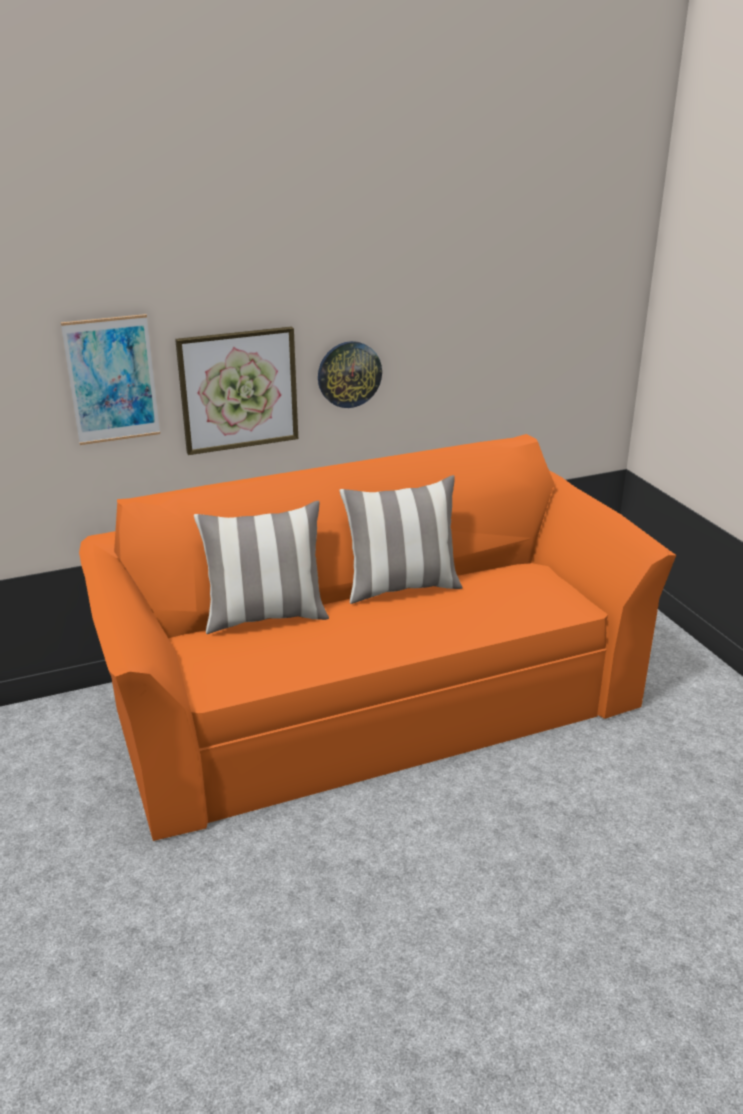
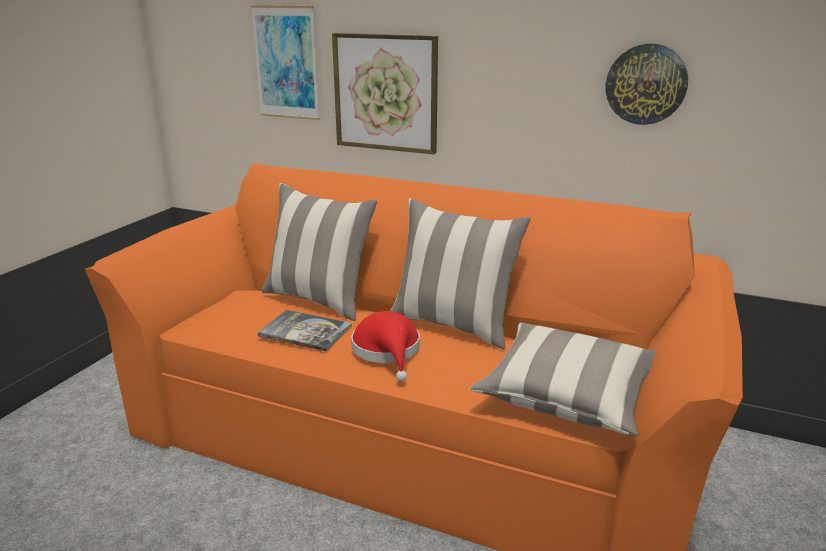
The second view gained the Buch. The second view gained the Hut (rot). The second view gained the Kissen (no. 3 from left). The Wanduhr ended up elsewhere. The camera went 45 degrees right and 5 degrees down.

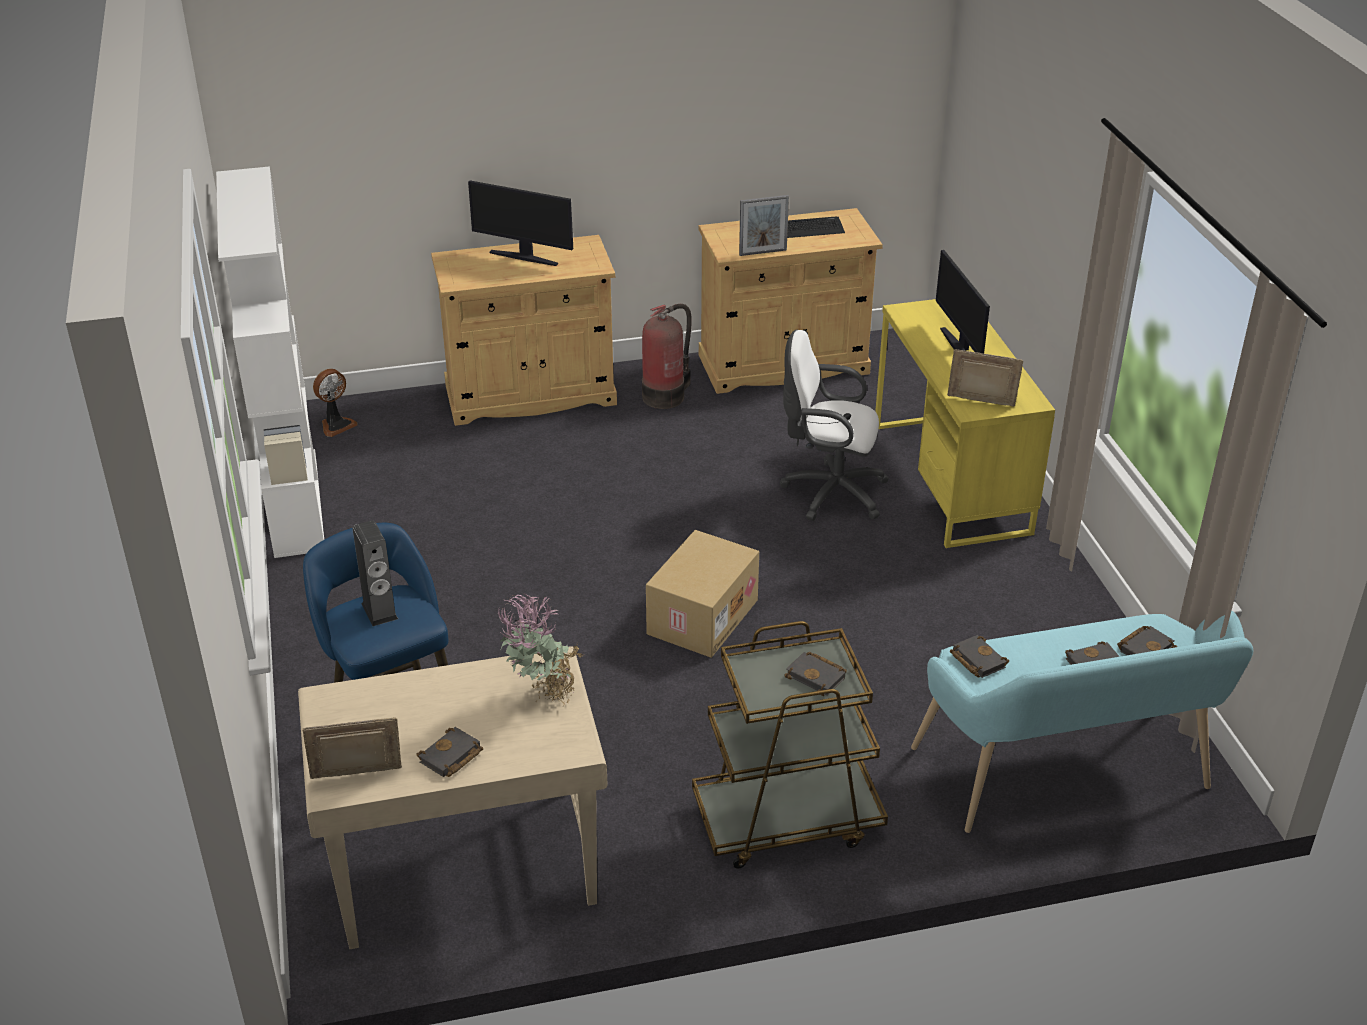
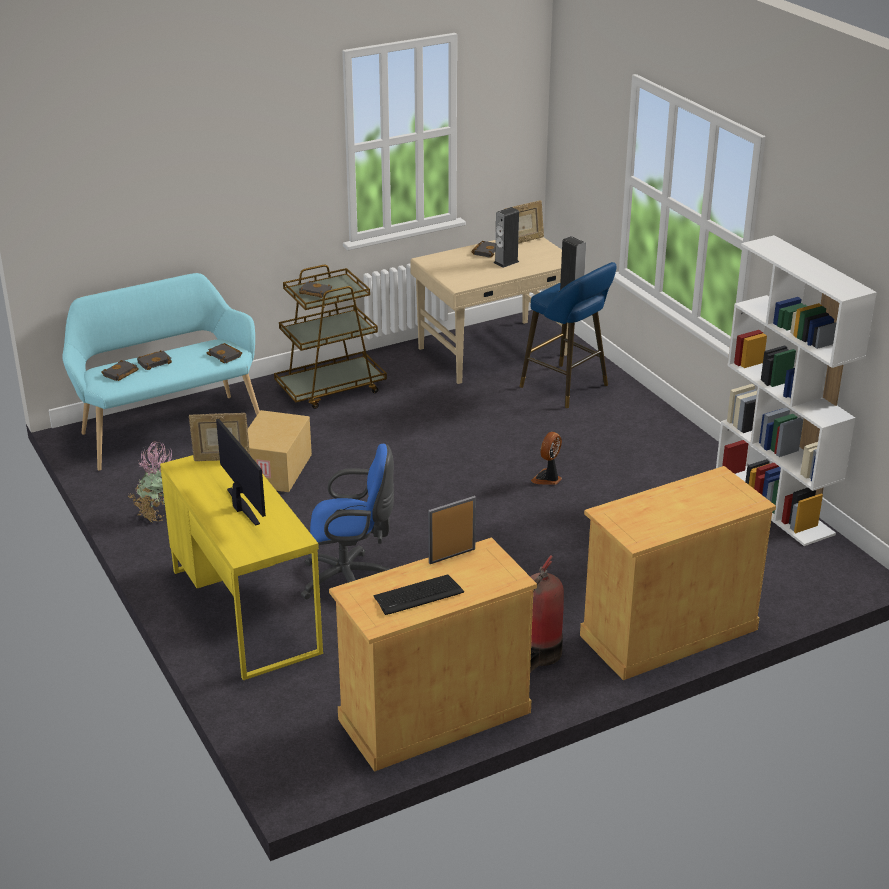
The second view lost the Monitor (no. 1 from left). The second view gained the Lautsprecher (no. 1 from left). The Ventilator ended up elsewhere. The Topfpflanze ended up elsewhere. The Karton ended up elsewhere. What was the Bürostuhl (weiß) turned into the Bürostuhl (blau). The camera went 165 degrees right and 5 degrees down.

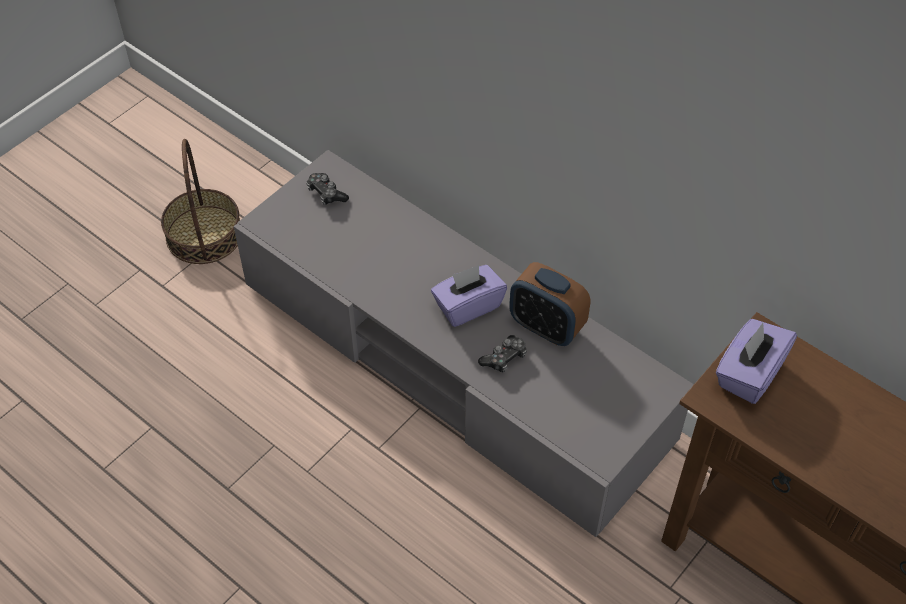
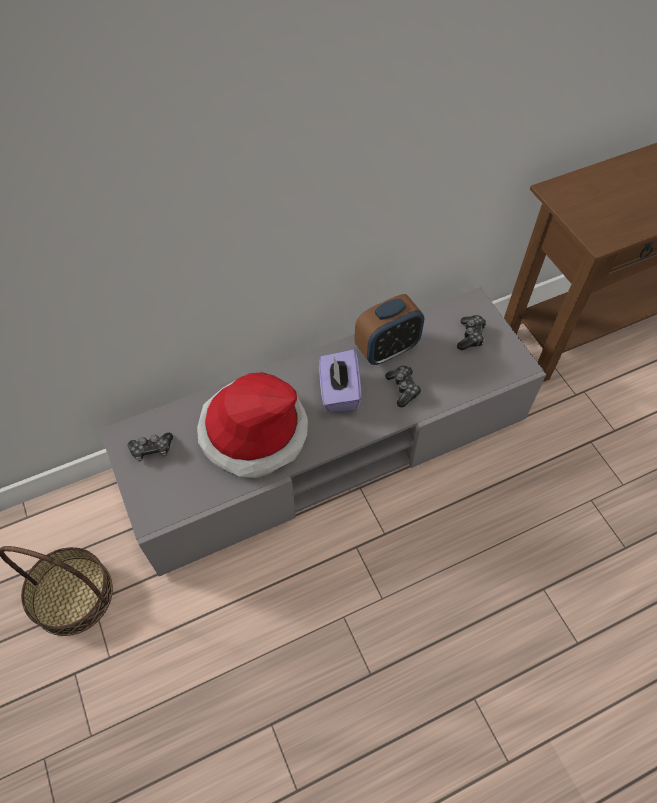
The second view lost the Taschentuchbox (lila) (no. 2 from left). The second view gained the Hut. The second view gained the Gamepad (no. 3 from left). The camera went 65 degrees left and 5 degrees up.

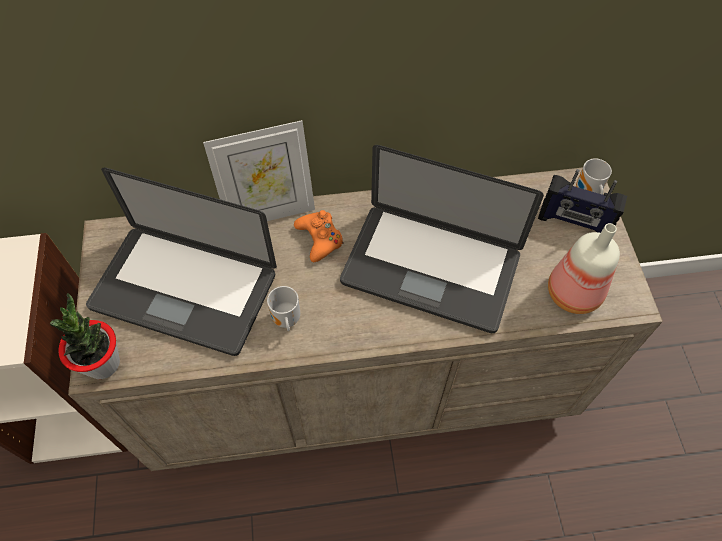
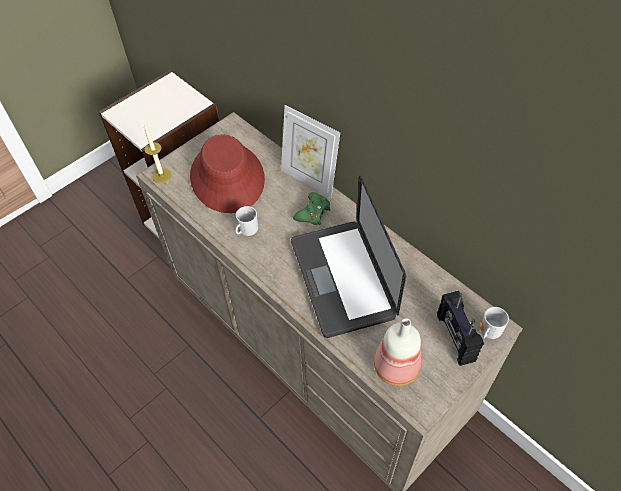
Where the Topfpflanze stood, the Kerze came to stand. Where the Laptop (no. 1 from left) stood, the Hut (rot) came to stand. What was the Gamepad (orange) turned into the Gamepad (grün). The camera went 55 degrees right and 5 degrees down.

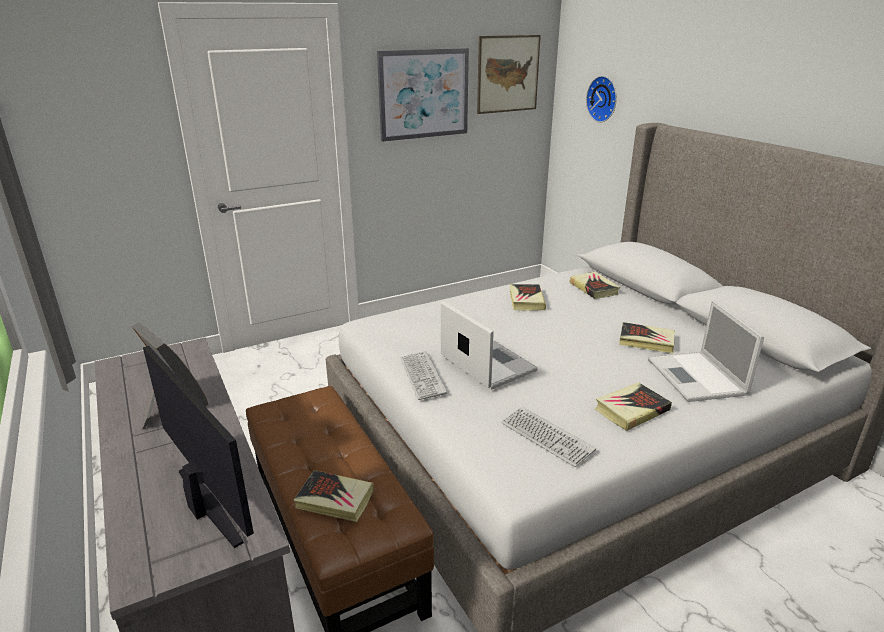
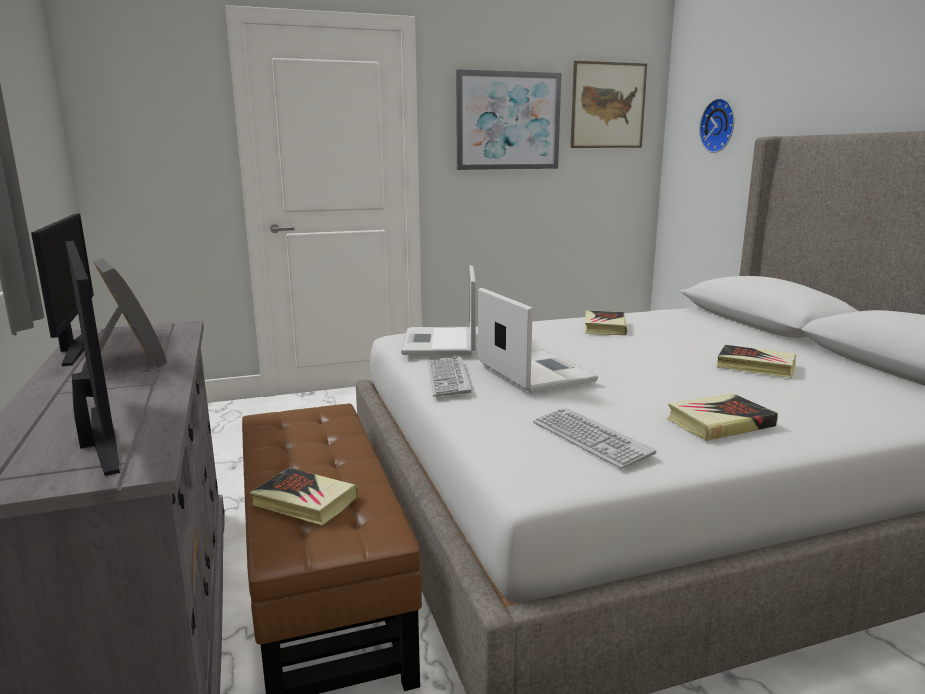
The second view lost the Buch (no. 3 from left). The second view gained the Monitor (no. 1 from left). The Laptop (no. 2 from left in the first image) ended up elsewhere. The camera went 10 degrees right and 10 degrees down.

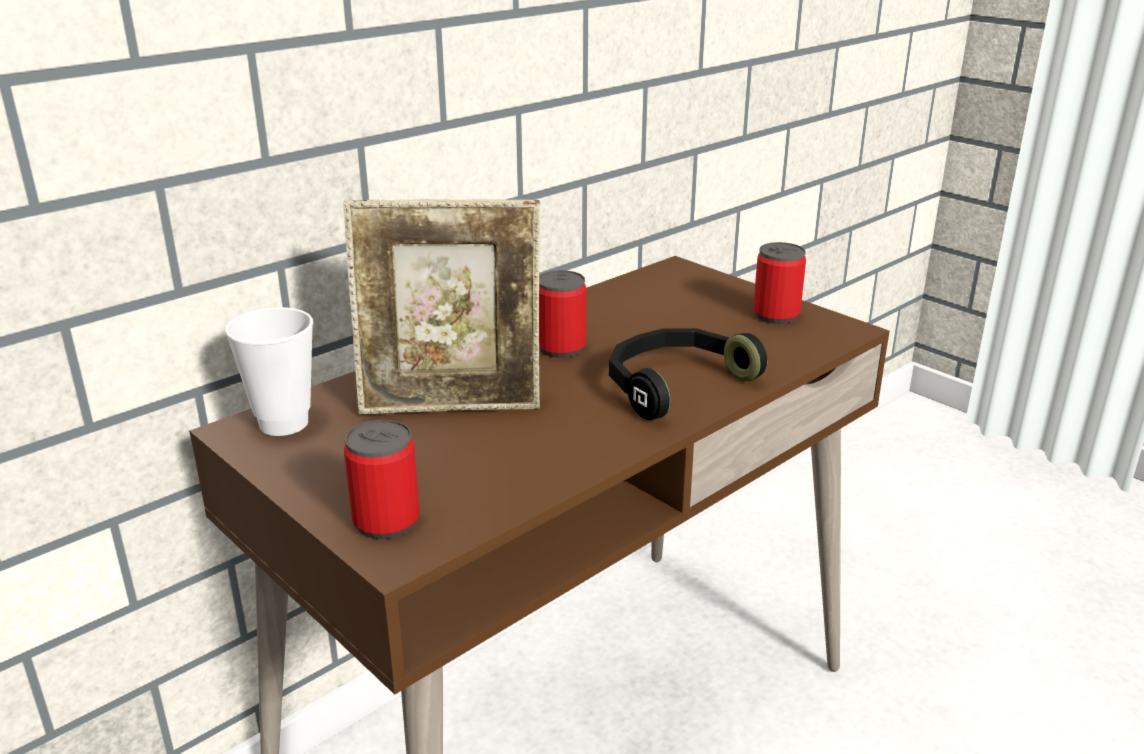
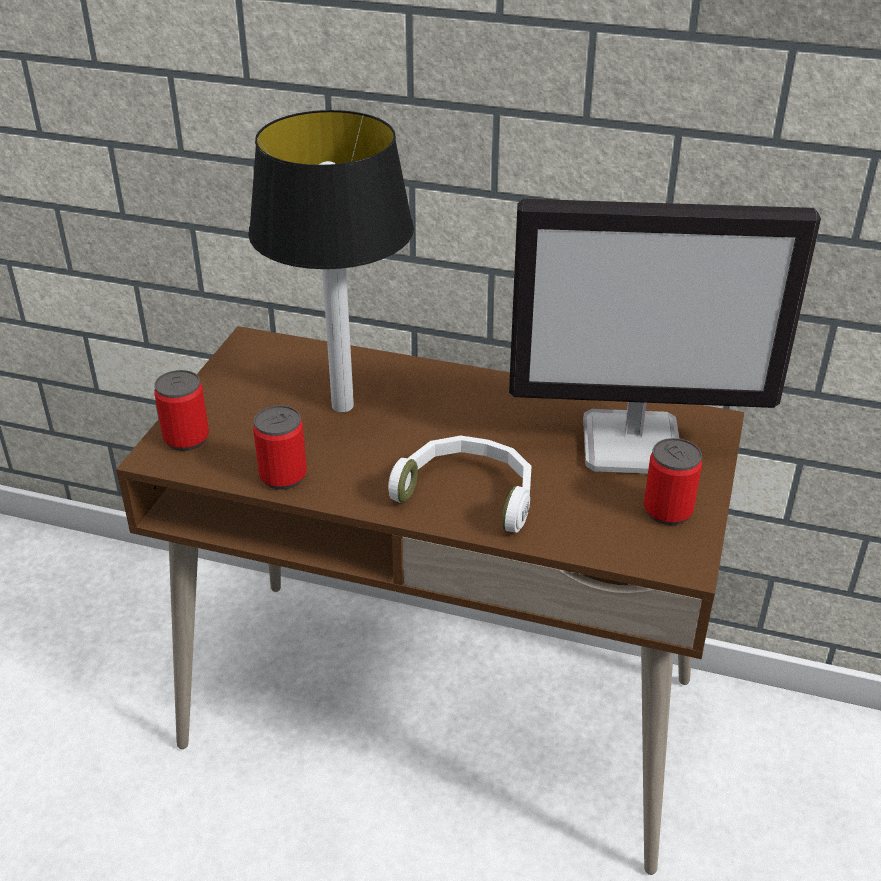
The second view lost the Tasse. The second view gained the Monitor. The Dose (no. 2 from left) ended up elsewhere. Where the Bilderrahmen stood, the Tischlampe came to stand. What was the Kopfhörer (schwarz) turned into the Kopfhörer (weiß). The camera went 60 degrees right and 10 degrees up.

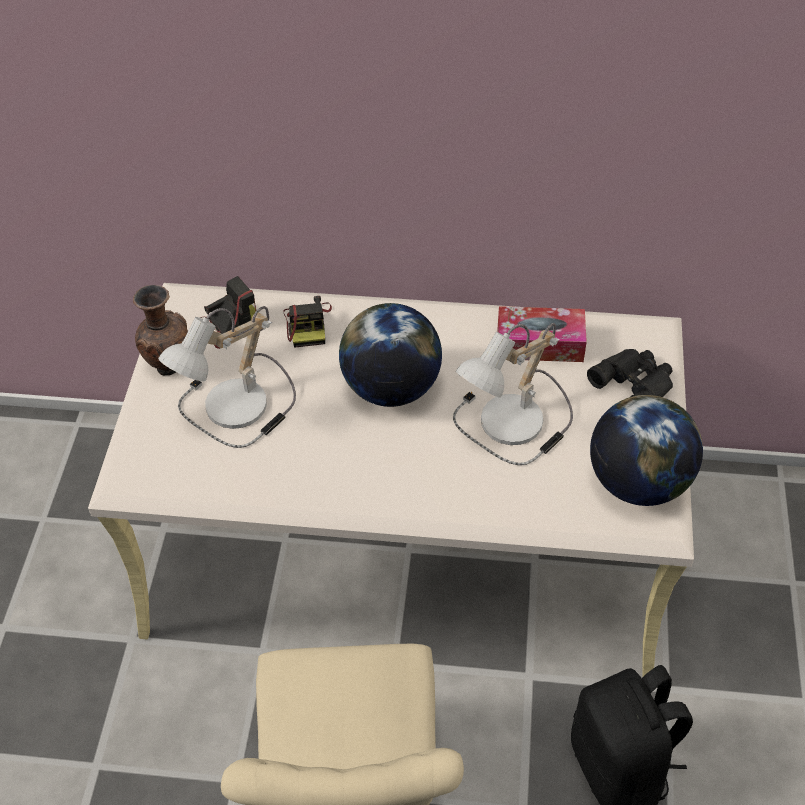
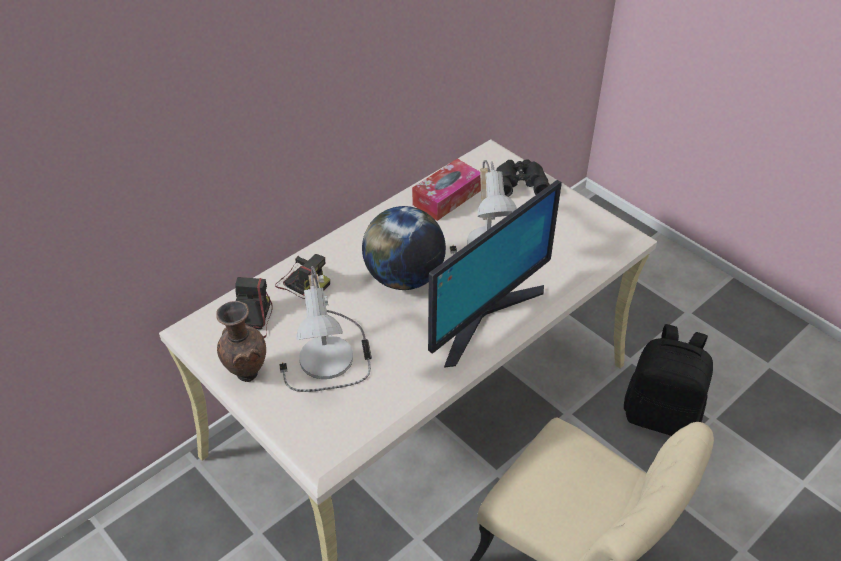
The second view lost the Globus (no. 2 from left). The second view gained the Monitor. The camera went 50 degrees left and 5 degrees down.

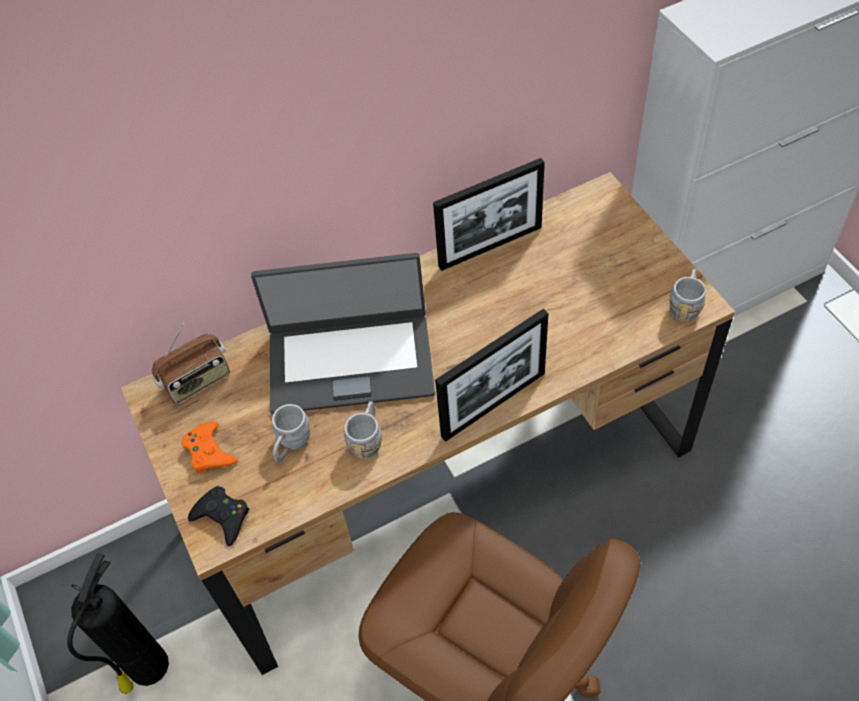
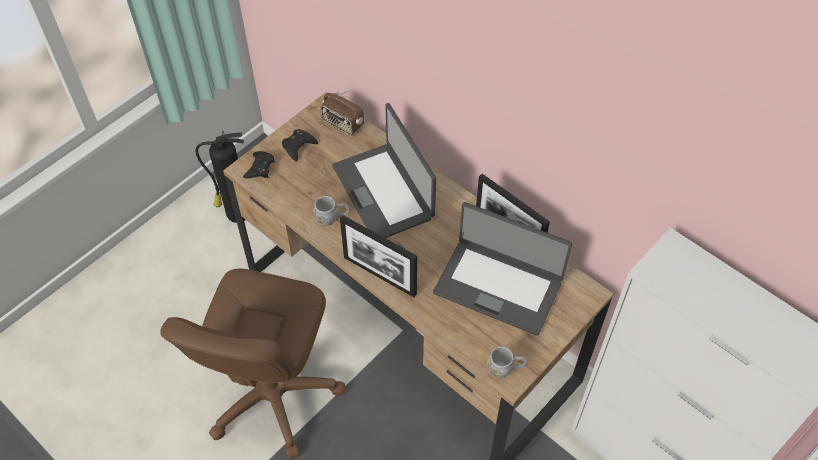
The second view lost the Henkelbecher (grau) (no. 1 from left). The second view gained the Laptop (no. 2 from left). What was the Gamepad (orange) turned into the Gamepad (schwarz) (no. 2 from left). The camera went 65 degrees right and 0 degrees up.

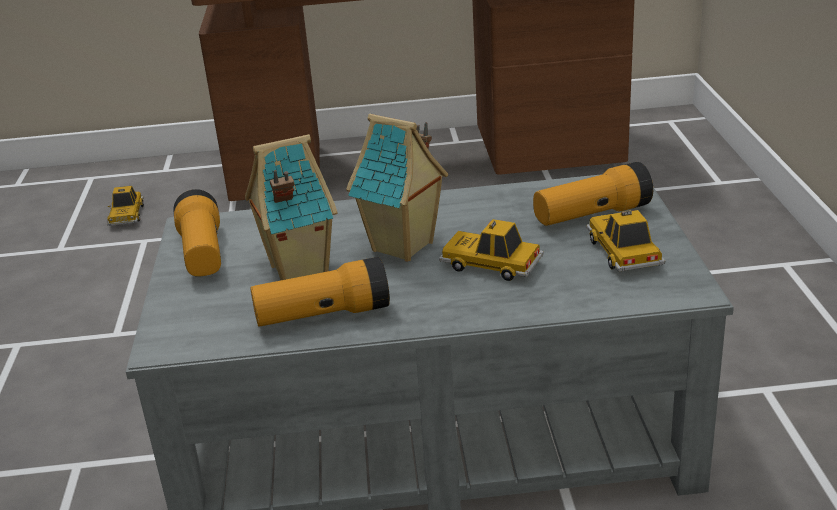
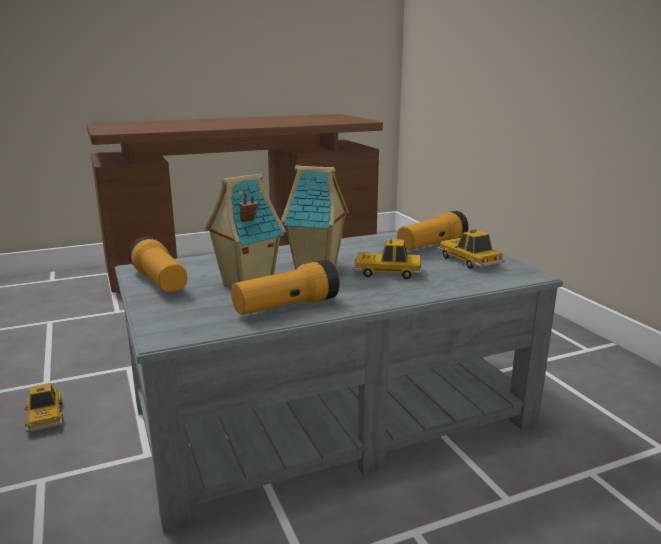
The Spielzeugauto (no. 1 from left) ended up elsewhere. The camera went 20 degrees left and 10 degrees down.

